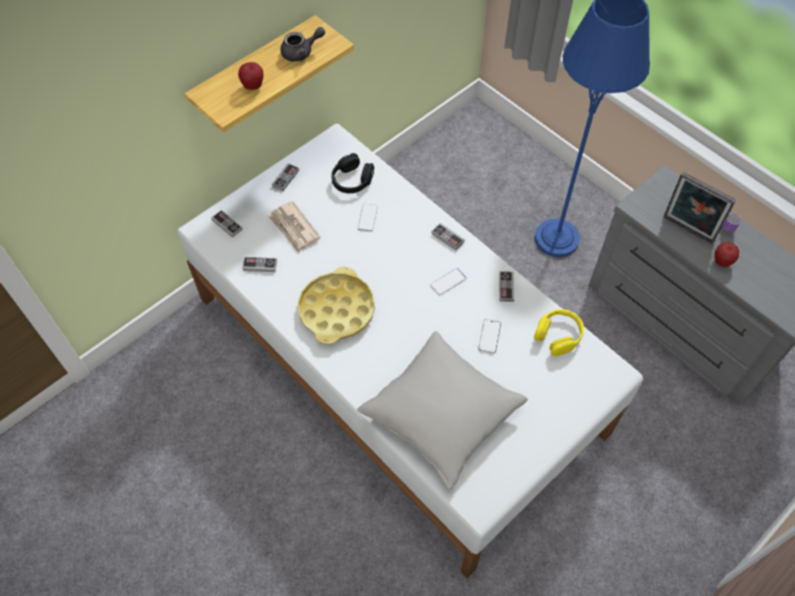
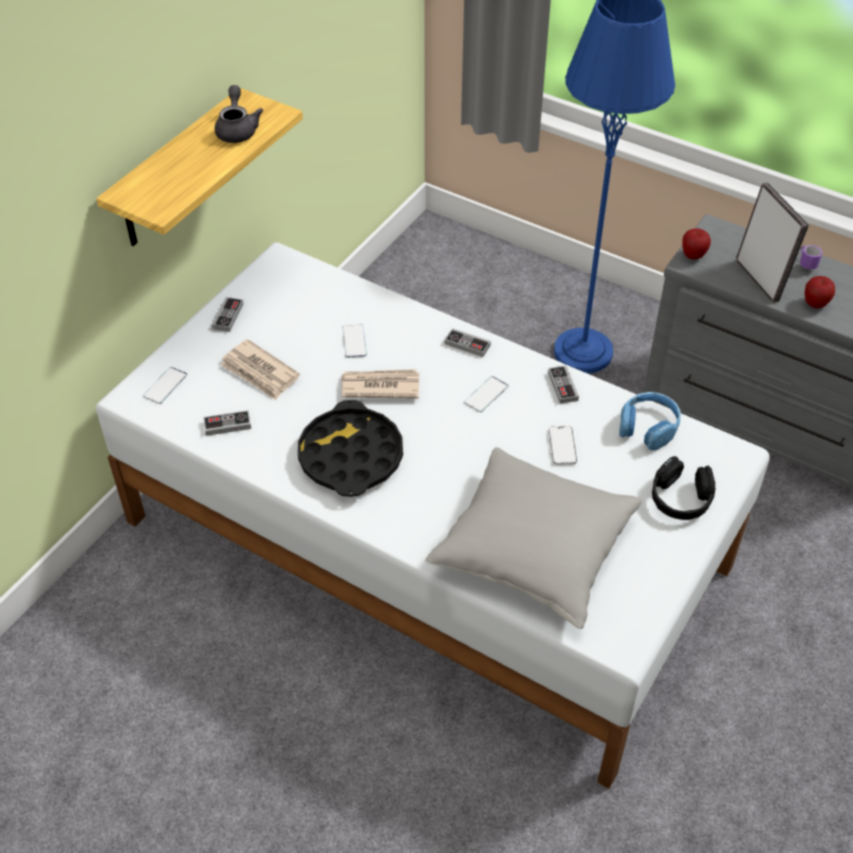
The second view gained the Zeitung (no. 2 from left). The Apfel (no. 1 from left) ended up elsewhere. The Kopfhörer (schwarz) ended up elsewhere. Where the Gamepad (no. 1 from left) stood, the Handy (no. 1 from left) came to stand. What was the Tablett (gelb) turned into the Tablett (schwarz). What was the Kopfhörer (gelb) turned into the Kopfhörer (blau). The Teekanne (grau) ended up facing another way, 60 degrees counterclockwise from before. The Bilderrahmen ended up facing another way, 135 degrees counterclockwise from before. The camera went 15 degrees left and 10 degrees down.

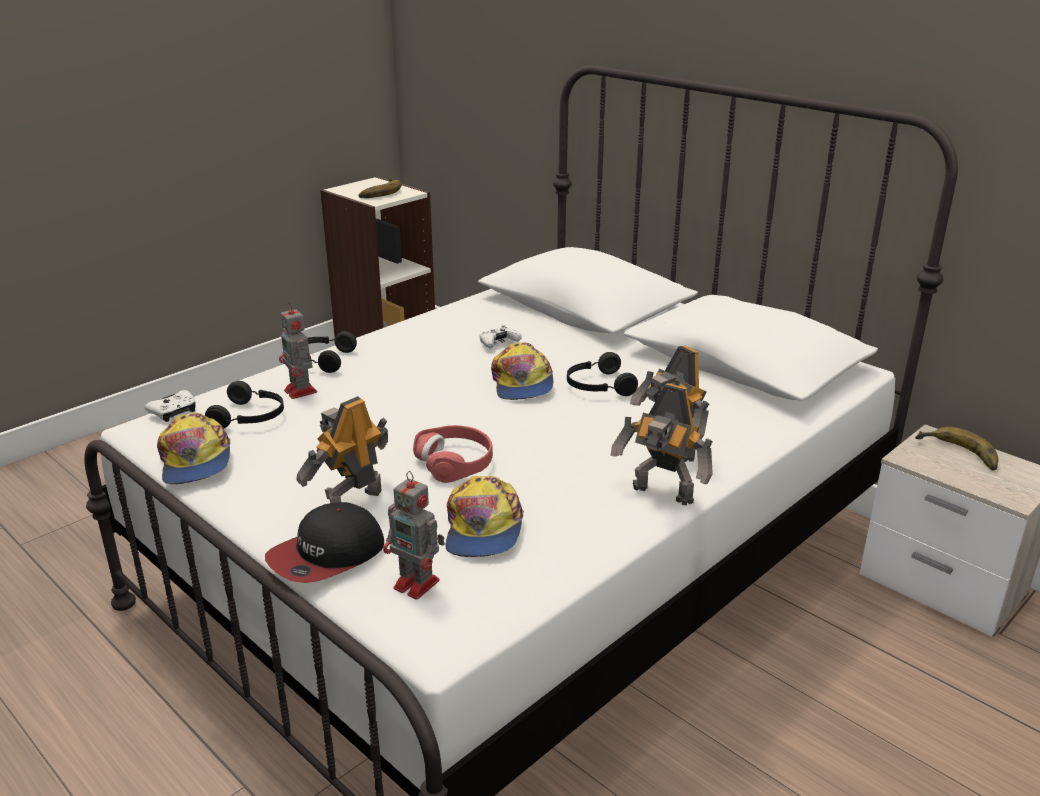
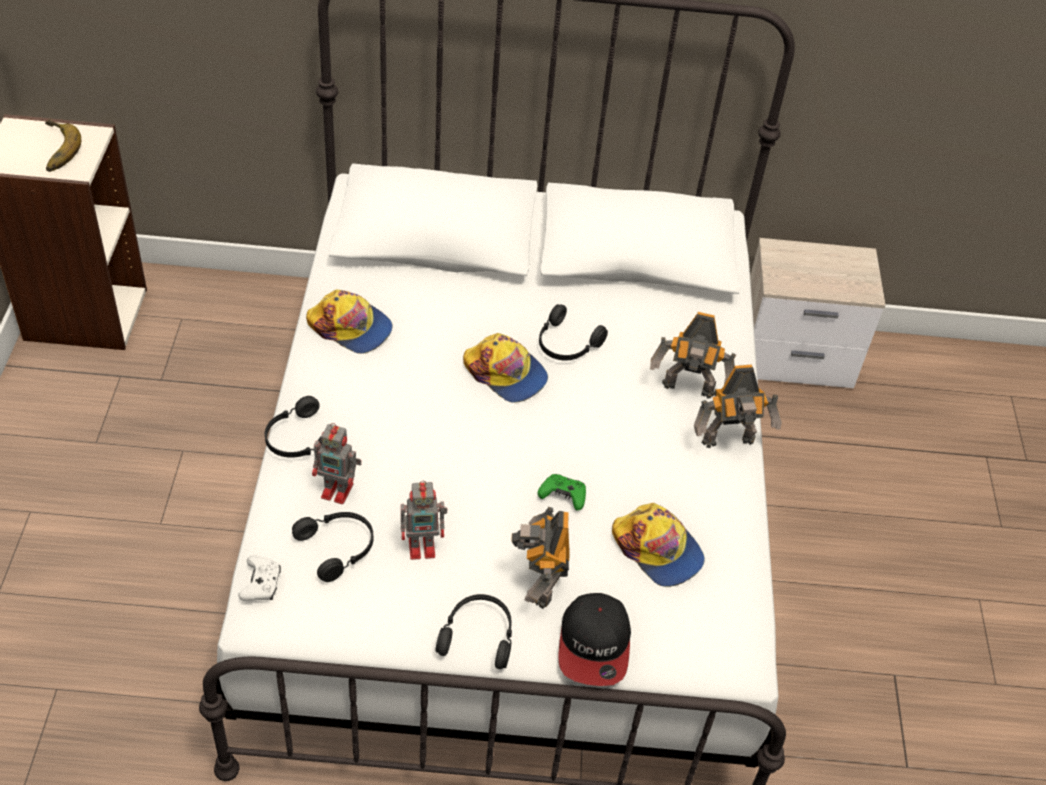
The second view lost the Gamepad (weiß) (no. 2 from left). The second view lost the Banane (no. 2 from left). The second view gained the Kopfhörer (schwarz) (no. 3 from left). The Kappe (no. 1 from left) ended up elsewhere. The Spielzeugroboter (no. 3 from left in the first image) ended up elsewhere. Where the Kopfhörer (rot) stood, the Gamepad (grün) came to stand. The camera went 45 degrees left and 20 degrees up.

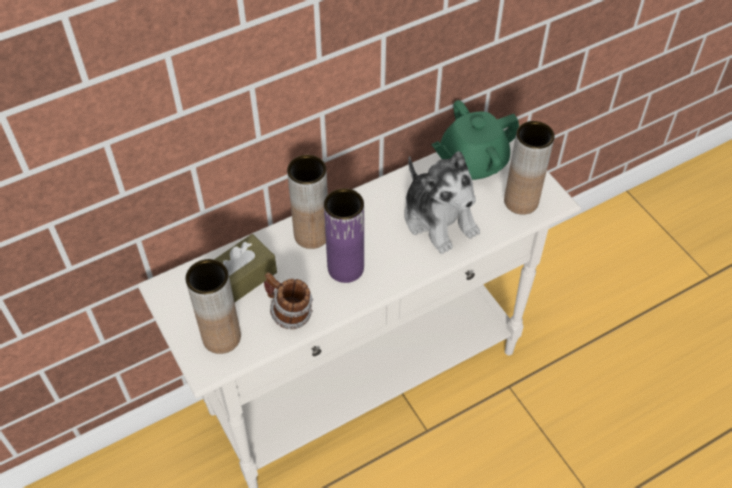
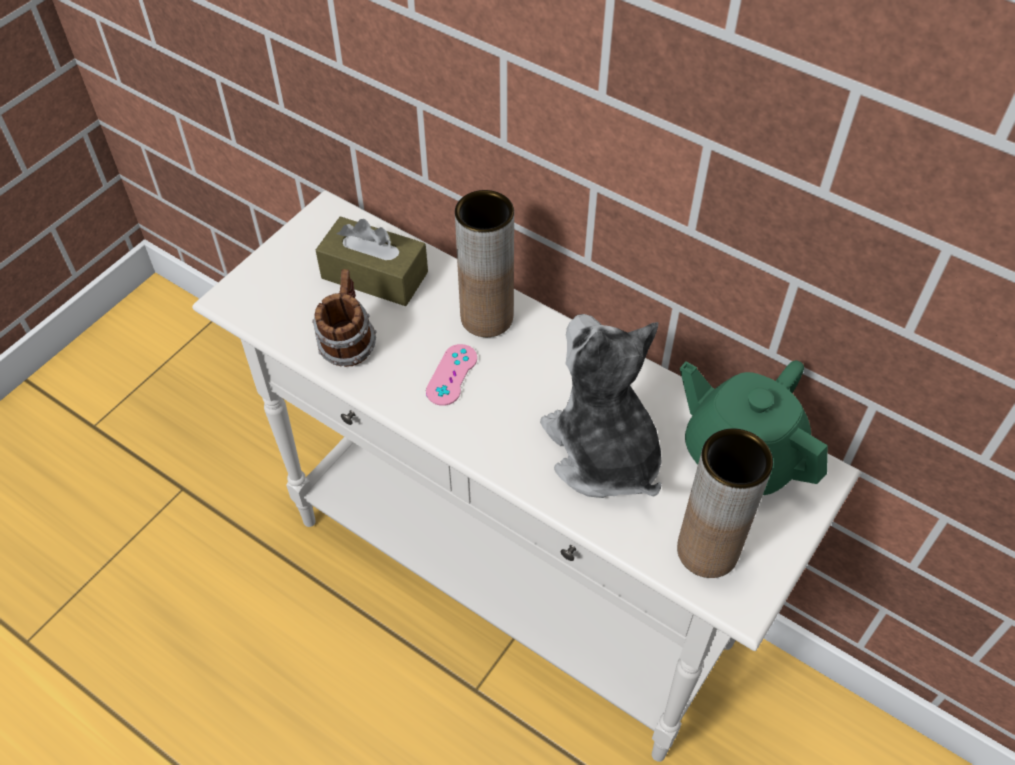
The second view lost the Vase (braun) (no. 1 from left). Where the Vase (lila) stood, the Gamepad (rosa) came to stand. The Plüschtier ended up facing another way, 120 degrees clockwise from before. The camera went 65 degrees right and 0 degrees up.

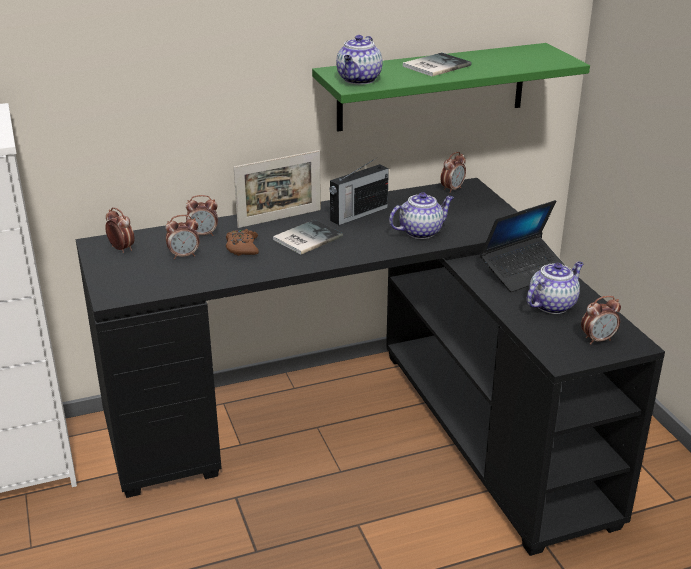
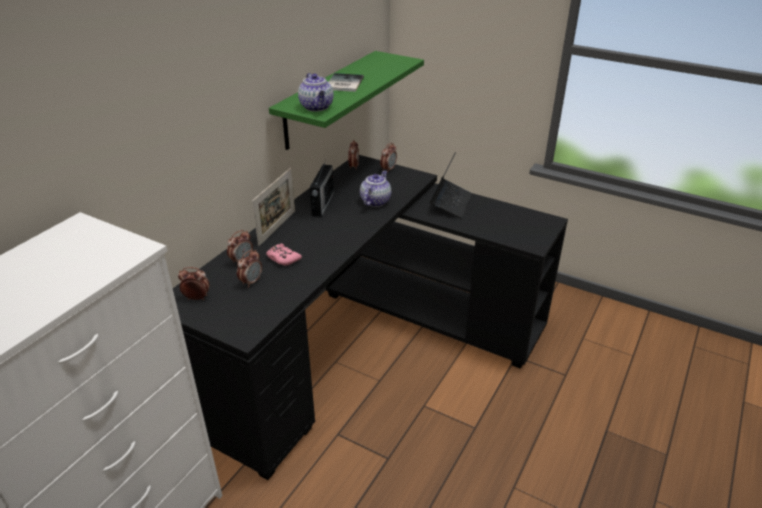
The second view lost the Buch (no. 1 from left). The second view lost the Teekanne (no. 3 from left). The Wecker (no. 5 from left) ended up elsewhere. What was the Gamepad (braun) turned into the Gamepad (rosa). The camera went 40 degrees left and 5 degrees up.

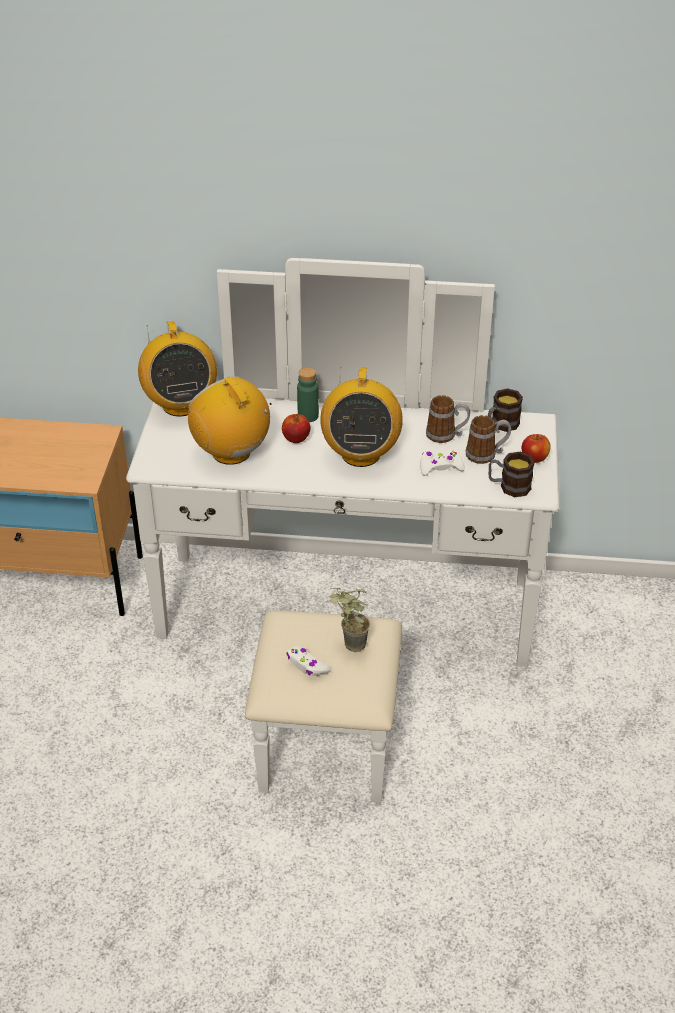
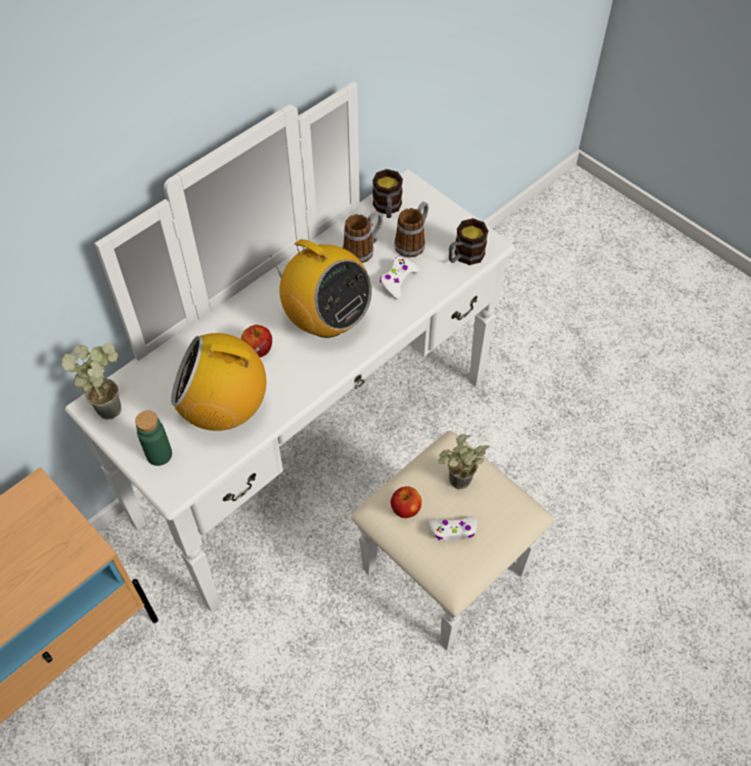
The Flasche (grün) ended up elsewhere. The Apfel (no. 2 from left) ended up elsewhere. Where the Radio (no. 1 from left) stood, the Topfpflanze (no. 1 from left) came to stand. The camera went 50 degrees left and 15 degrees up.

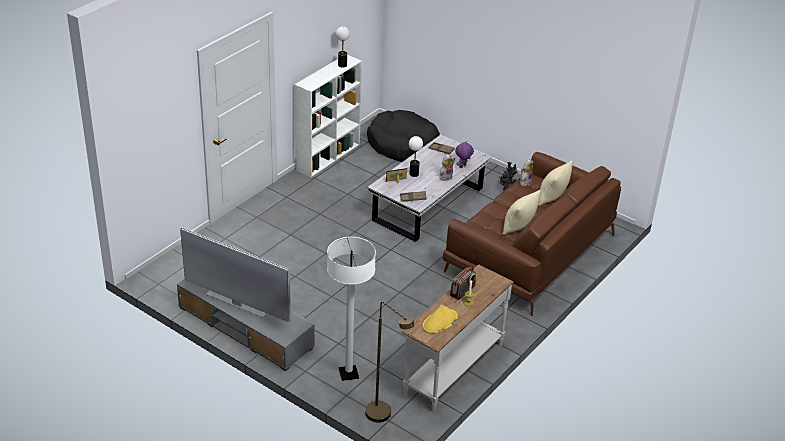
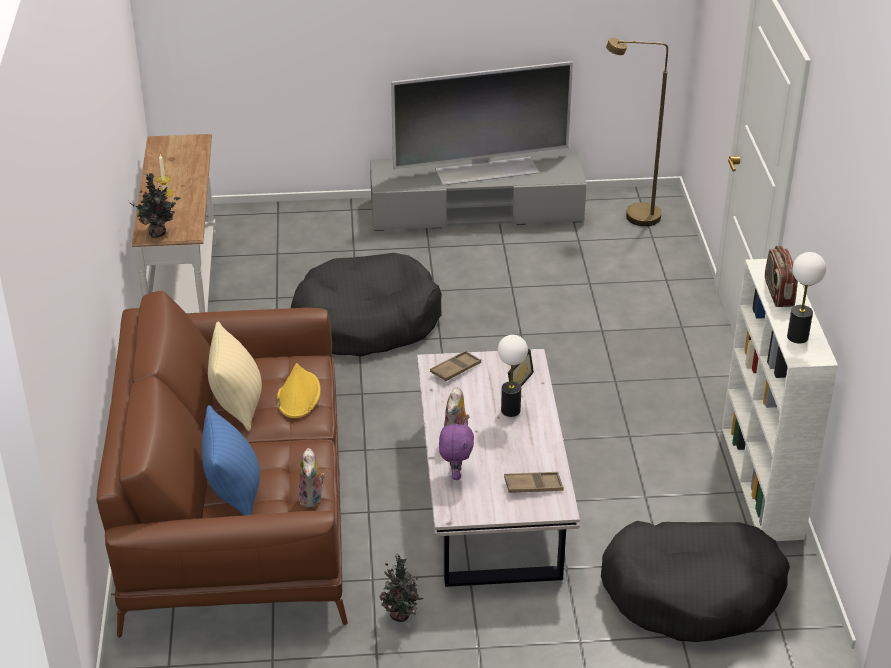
The second view lost the Stehlampe (weiß). The second view gained the Topfpflanze (no. 1 from left). The second view gained the Hundebett (schwarz) (no. 1 from left). The Stehlampe (braun) ended up elsewhere. The Hut (gelb) ended up elsewhere. The Radio ended up elsewhere. What was the Kissen (beige) (no. 2 from left) turned into the Kissen (blau). The camera went 140 degrees right and 0 degrees up.

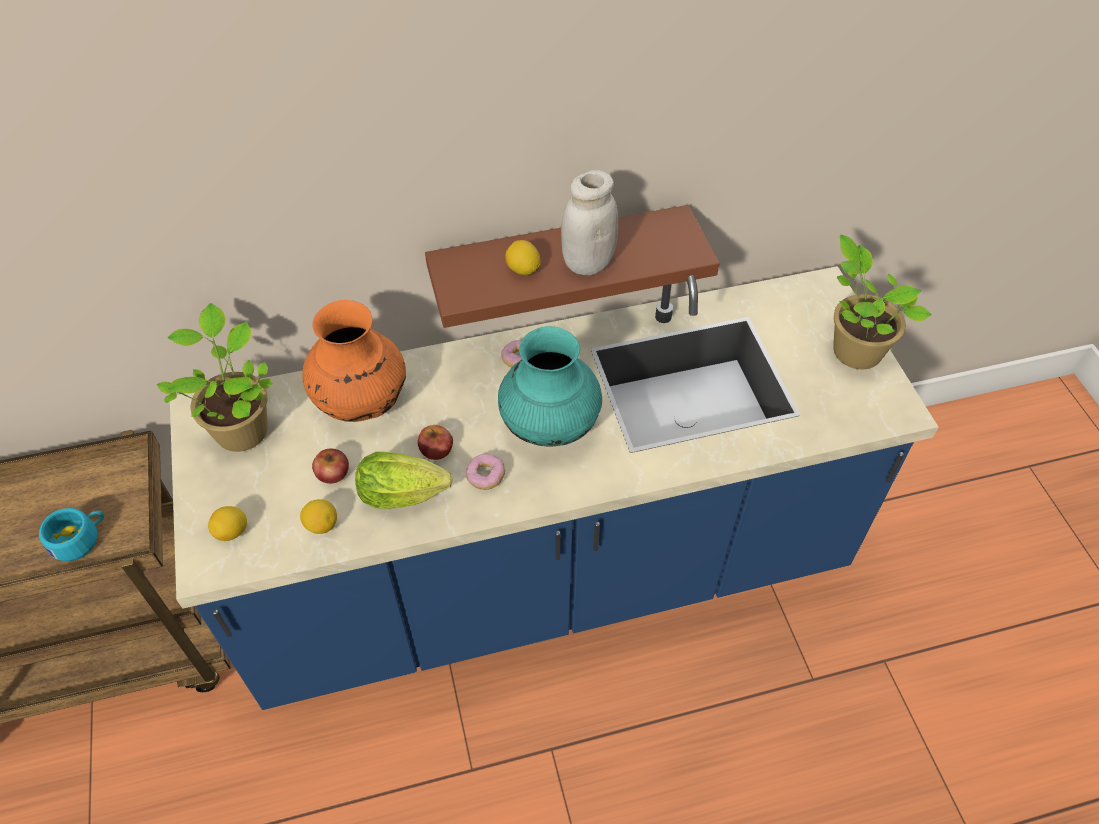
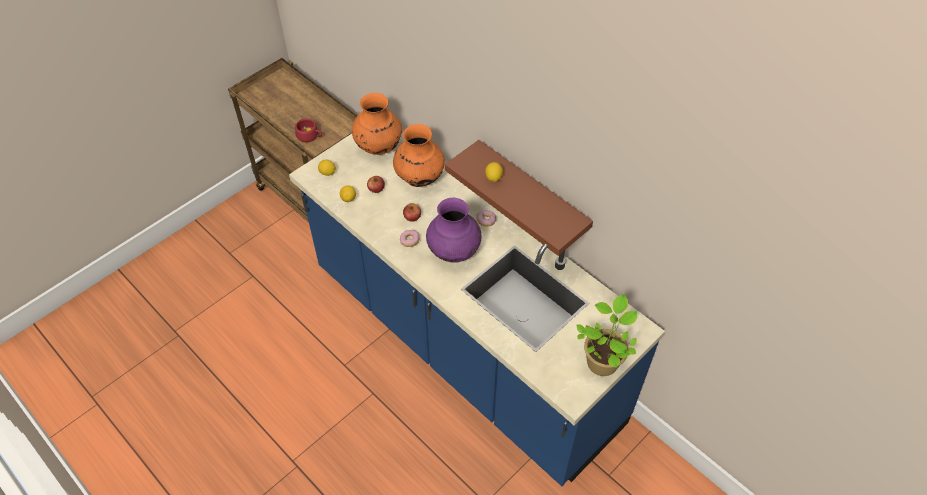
The second view lost the Salatkopf. The second view lost the Vorratsglas (weiß). Where the Topfpflanze (no. 1 from left) stood, the Vase (orange) (no. 1 from left) came to stand. What was the Tasse (türkis) turned into the Tasse (rot). What was the Vase (türkis) turned into the Vase (lila). The camera went 60 degrees right and 0 degrees up.

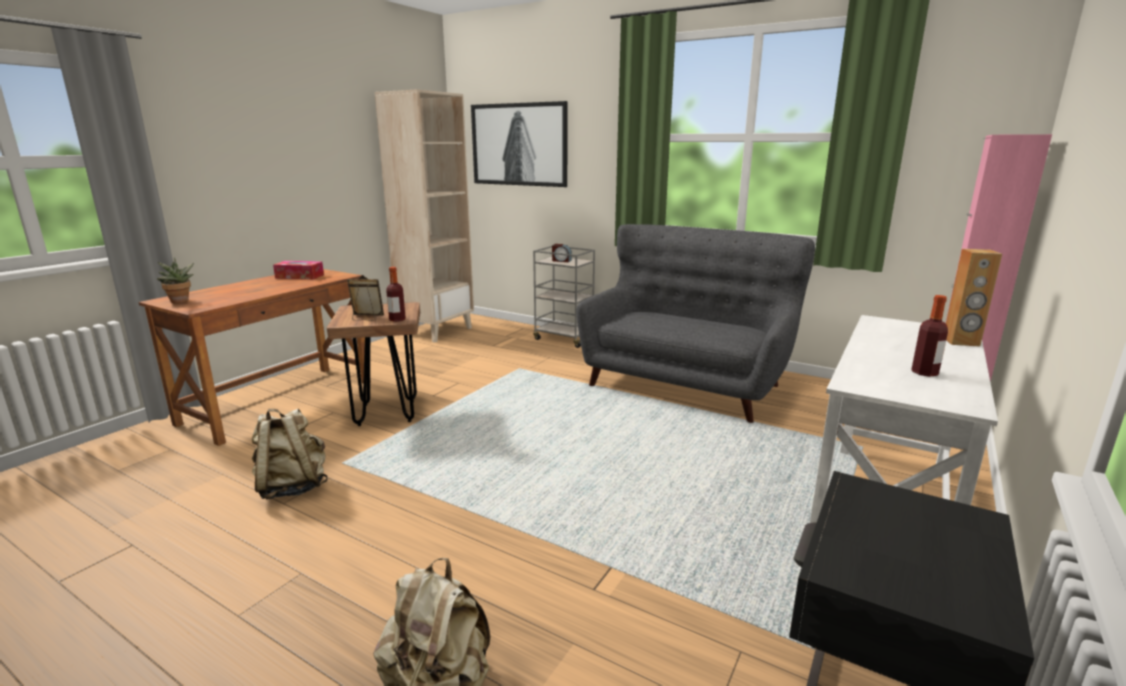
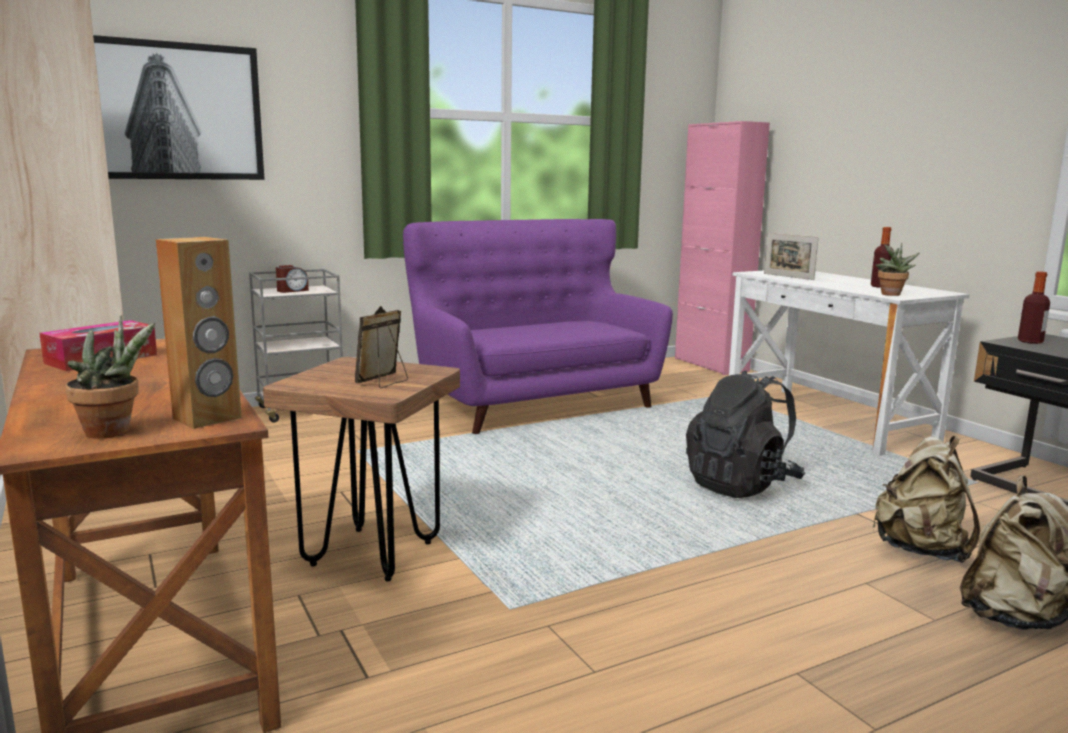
The second view gained the Rucksack (schwarz). The second view gained the Bilderrahmen (no. 2 from left). The second view gained the Topfpflanze (no. 2 from left). The Rucksack (beige) (no. 1 from left) ended up elsewhere. The Flasche (no. 1 from left in the first image) ended up elsewhere. The Lautsprecher (braun) ended up elsewhere. What was the Sofa (grau) turned into the Sofa (lila). The camera went 60 degrees left and 5 degrees down.

